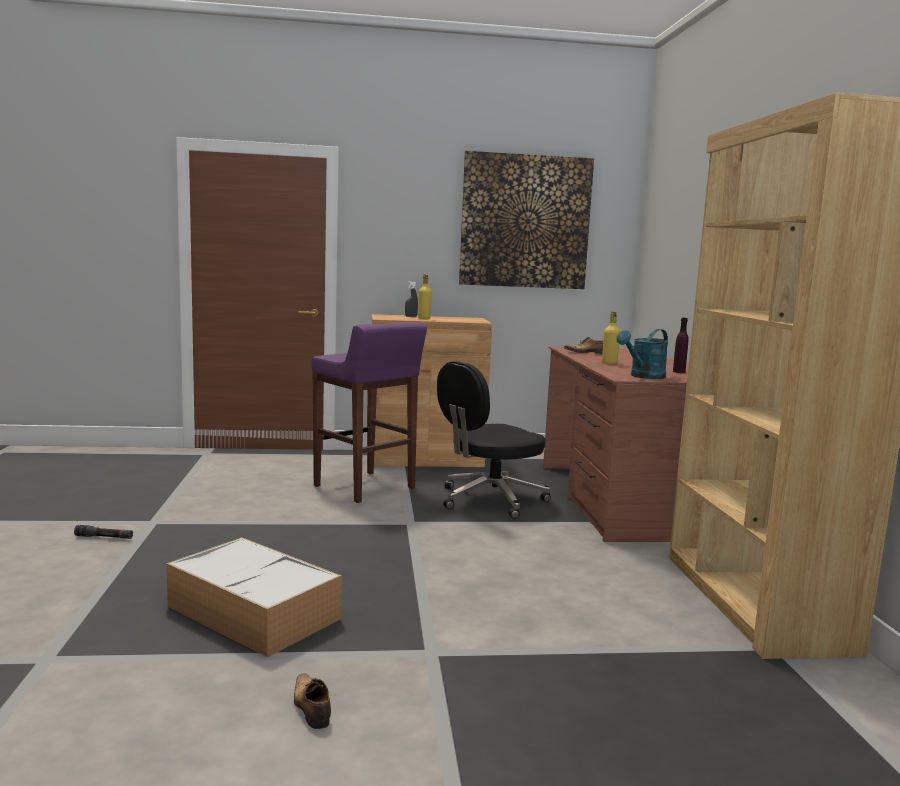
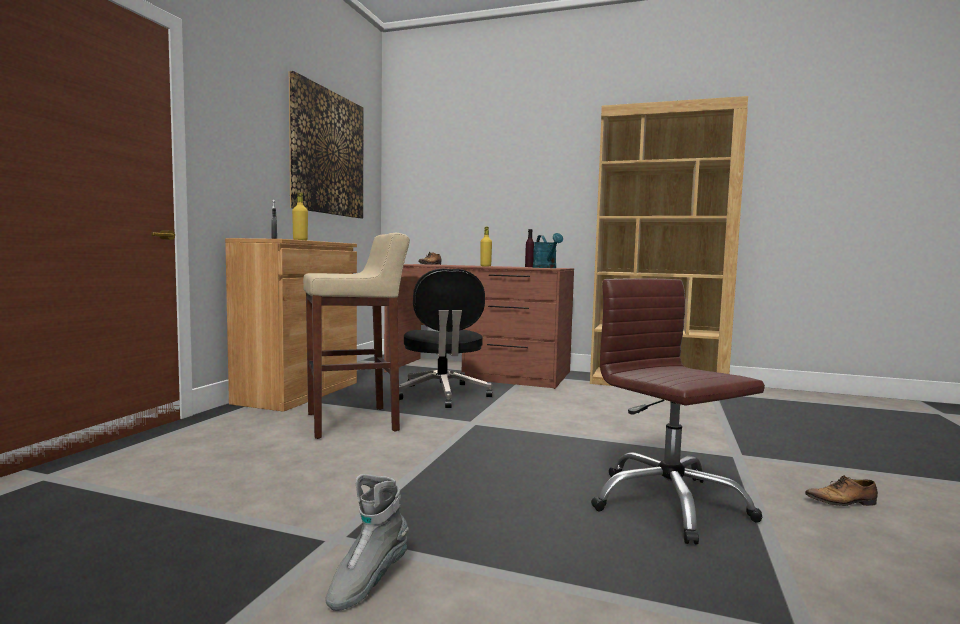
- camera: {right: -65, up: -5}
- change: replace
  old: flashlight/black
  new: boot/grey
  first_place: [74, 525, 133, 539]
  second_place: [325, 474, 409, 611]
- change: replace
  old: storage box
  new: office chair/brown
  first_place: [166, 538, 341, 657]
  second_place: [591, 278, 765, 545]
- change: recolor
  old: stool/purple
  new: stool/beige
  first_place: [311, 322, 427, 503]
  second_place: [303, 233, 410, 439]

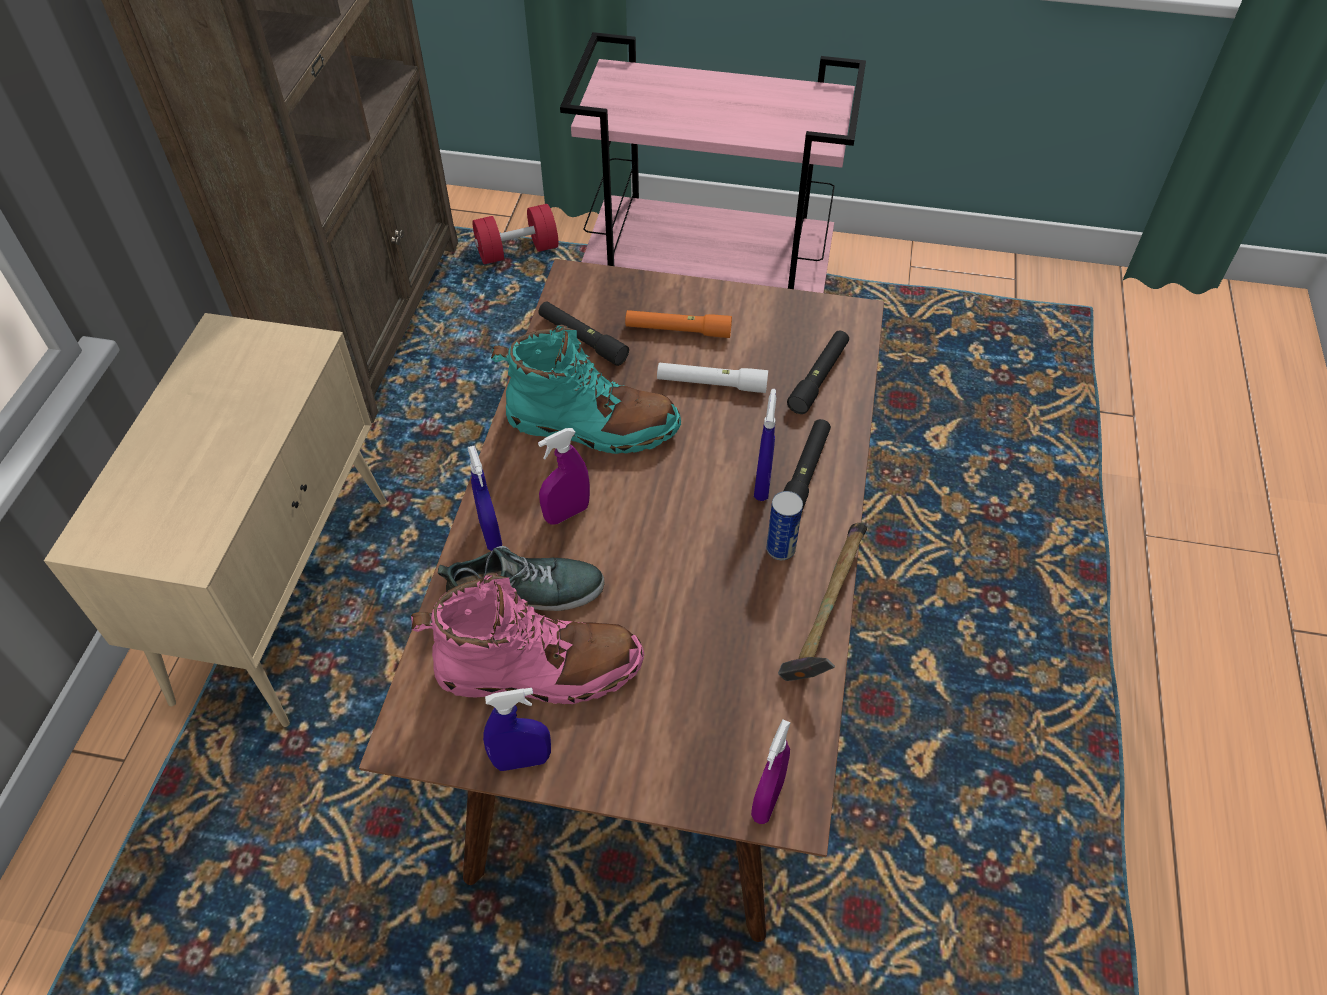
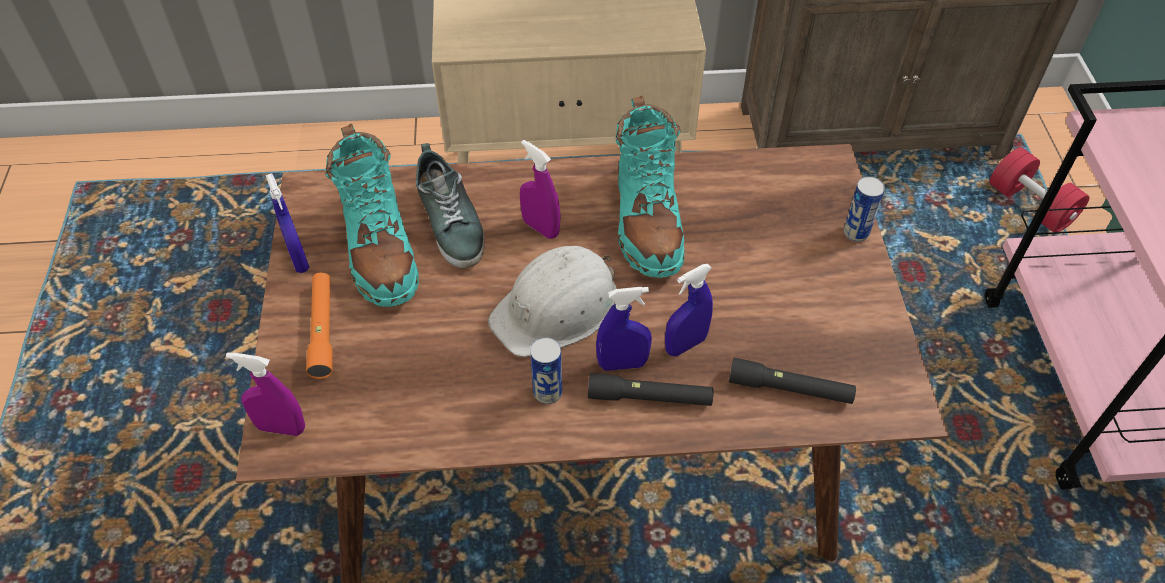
- camera: {right: 75, up: 0}
- change: delete
  old: flashlight/black
  first_place: [539, 301, 629, 366]
- change: delete
  old: flashlight/white
  first_place: [657, 363, 768, 393]
- change: delete
  old: hammer
  first_place: [778, 523, 867, 681]
- change: insert
  new: hard hat/white
  second_place: [488, 246, 617, 357]
- change: insert
  new: can
  second_place: [843, 176, 885, 242]
- change: move
  old: spray bottle/blue
  first_place: [468, 445, 502, 551]
  second_place: [665, 264, 713, 356]
- change: move
  old: flashlight/orange
  first_place: [625, 310, 732, 338]
  second_place: [306, 273, 333, 379]
- change: recolor
  old: boot/pink
  new: boot/turquoise
  first_place: [411, 573, 644, 704]
  second_place: [325, 124, 419, 307]

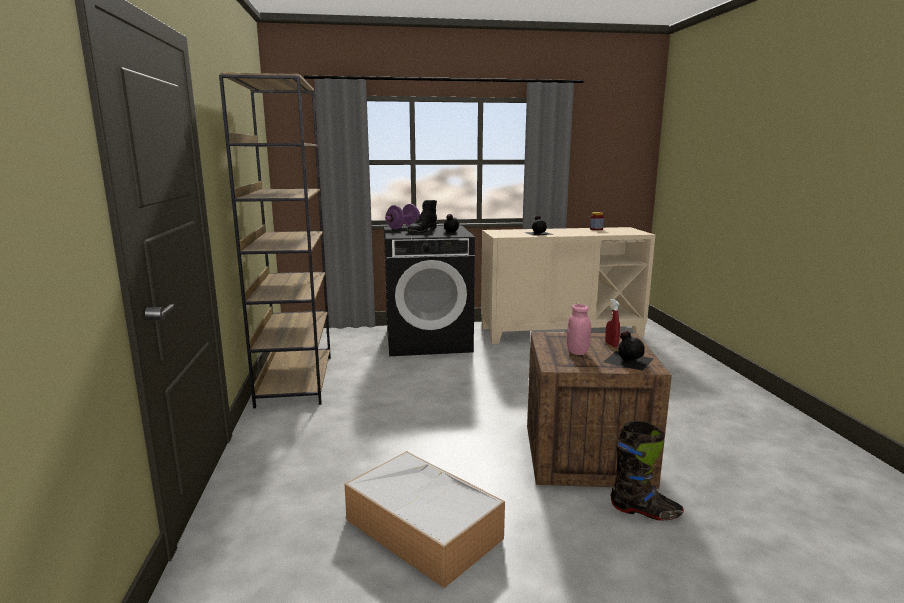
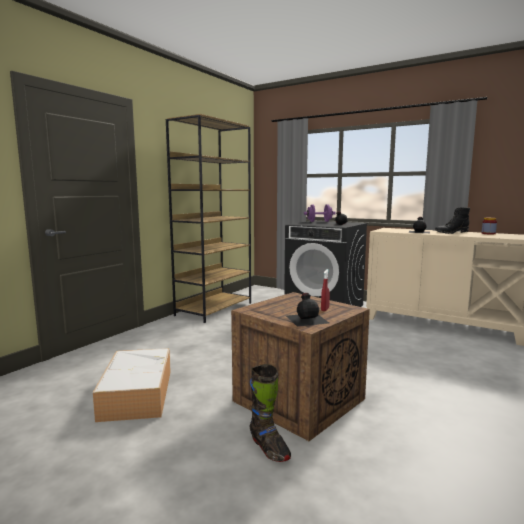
- camera: {right: 40, up: -5}
- change: delete
  old: jar/pink
  first_place: [567, 304, 591, 355]
- change: move
  old: boot/black
  first_place: [406, 200, 437, 233]
  second_place: [434, 207, 470, 234]

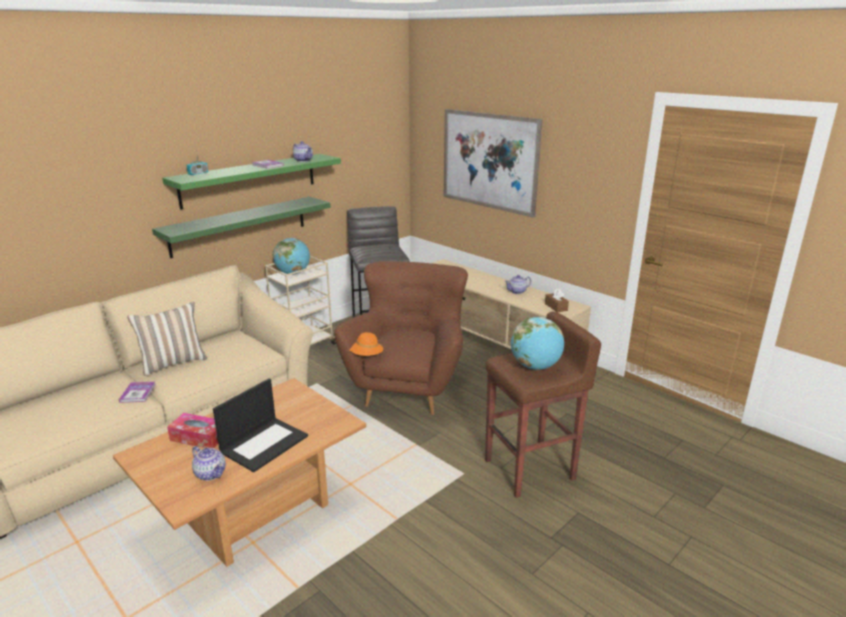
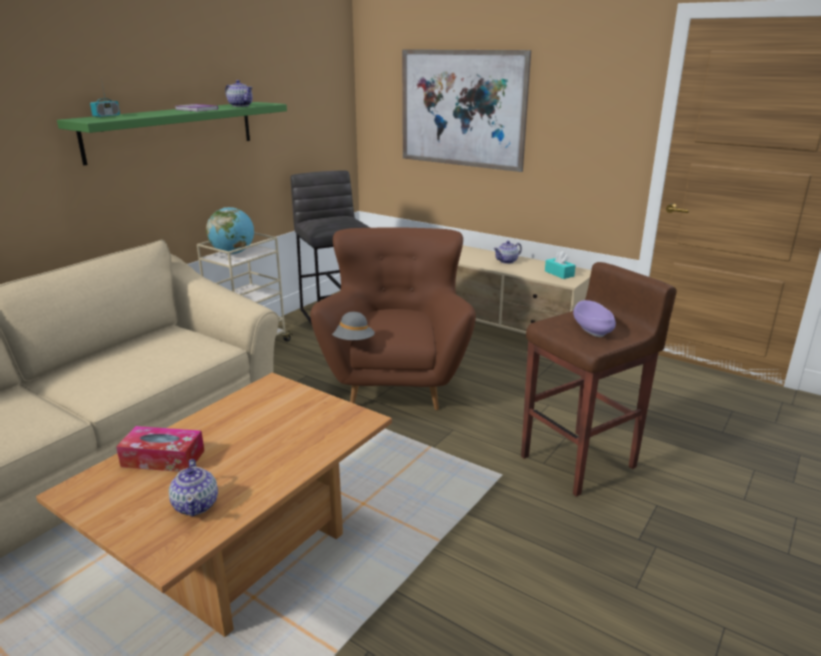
- camera: {right: -10, up: 0}
- change: delete
  old: book
  first_place: [119, 382, 156, 403]
- change: delete
  old: pillow
  first_place: [127, 301, 207, 376]
- change: delete
  old: shelf/green
  first_place: [152, 197, 331, 258]
- change: delete
  old: laptop
  first_place: [213, 379, 308, 472]
- change: replace
  old: globe
  new: bowl/purple
  first_place: [511, 317, 564, 370]
  second_place: [573, 300, 616, 337]
- change: recolor
  old: hat/orange
  new: hat/grey
  first_place: [349, 332, 383, 356]
  second_place: [332, 312, 375, 340]
- change: recolor
  old: tissue box/brown
  new: tissue box/turquoise
  first_place: [545, 288, 569, 312]
  second_place: [545, 251, 576, 279]
- change: rotate
  old: teapot
  first_place: [192, 446, 226, 481]
  second_place: [169, 459, 218, 517]
  degrees: 45

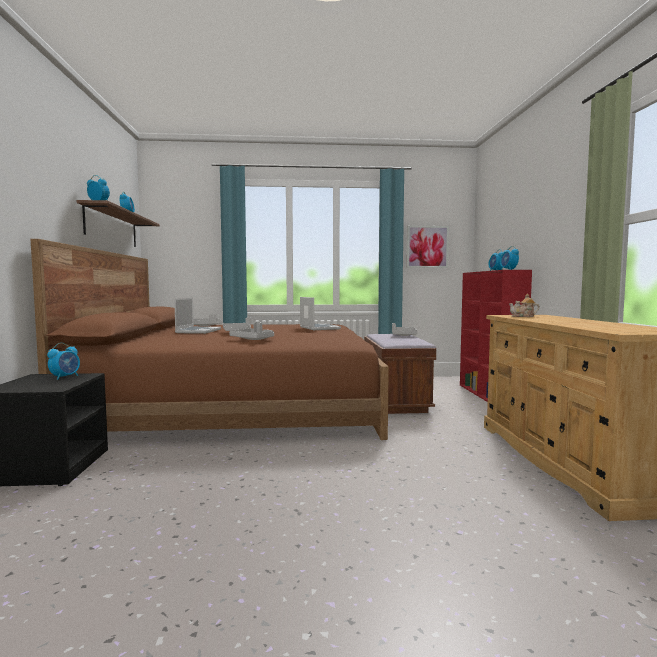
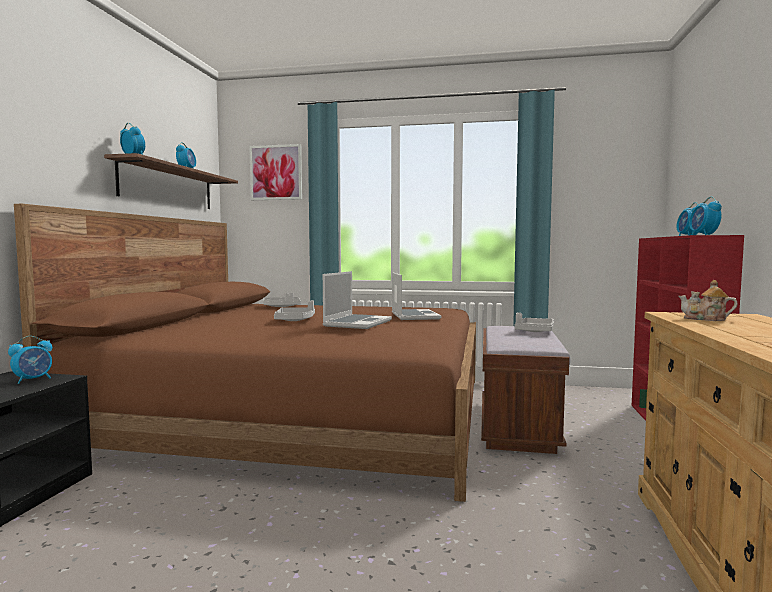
- camera: {right: 15, up: 0}
- change: delete
  old: tray/grey
  first_place: [229, 322, 274, 340]
- change: move
  old: laptop
  first_place: [174, 298, 221, 334]
  second_place: [323, 271, 392, 329]
- change: move
  old: picture
  first_place: [407, 226, 449, 268]
  second_place: [249, 144, 302, 200]

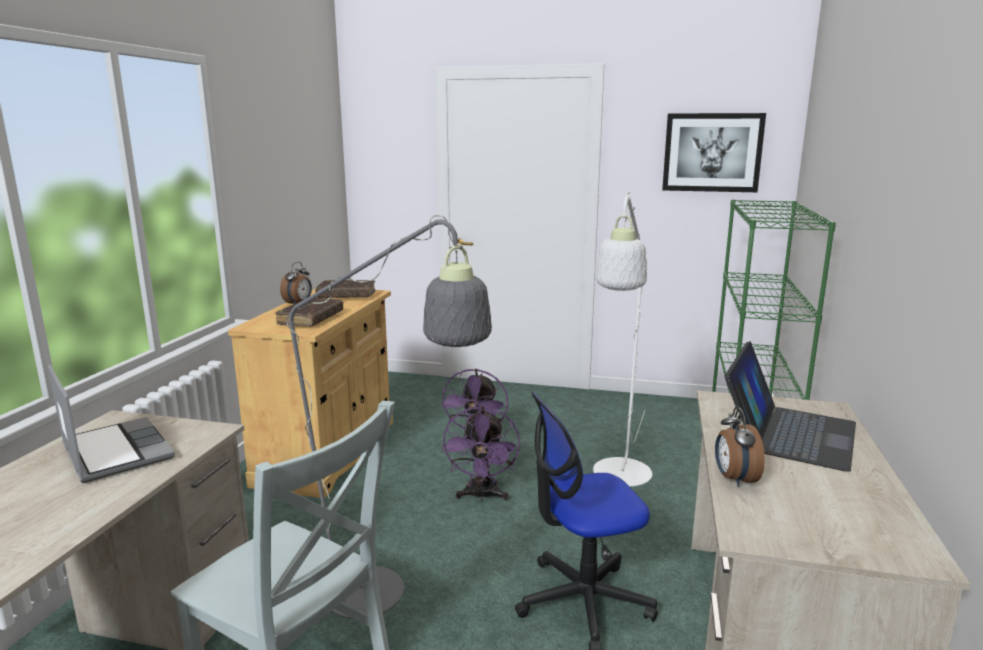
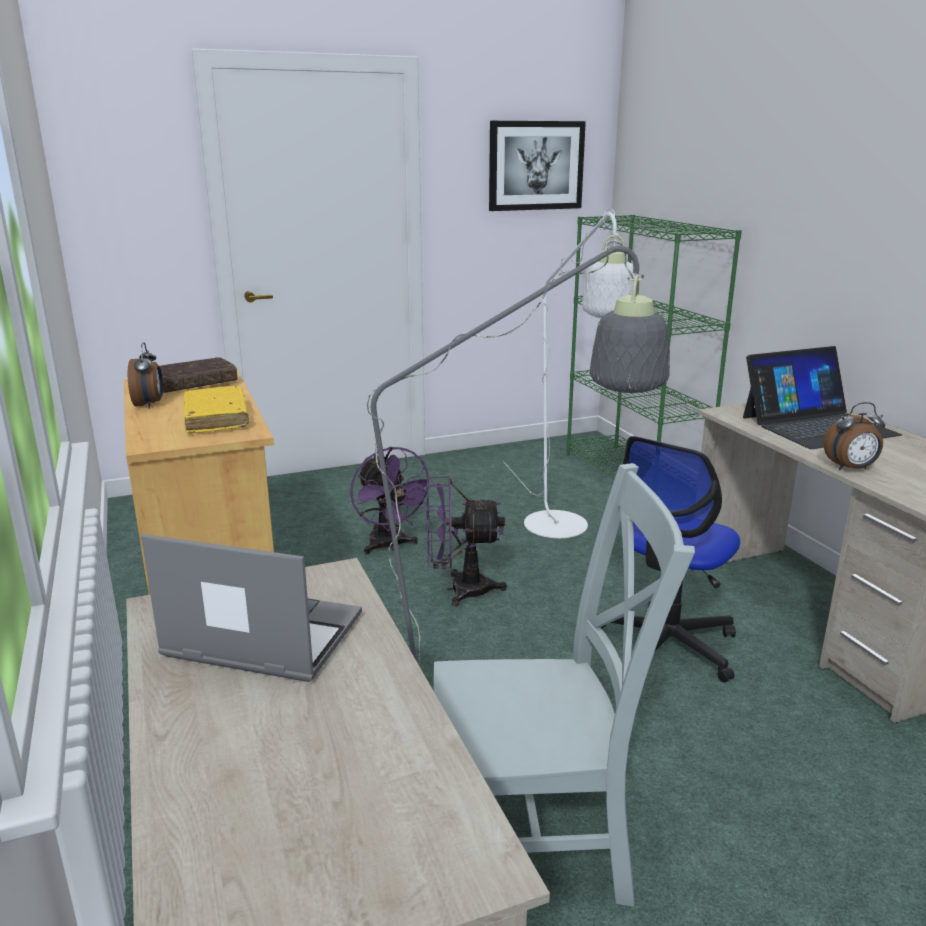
- camera: {right: -35, up: 5}
- change: recolor
  old: book/brown
  new: book/yellow
  first_place: [275, 298, 343, 327]
  second_place: [184, 386, 249, 434]
- change: rotate
  old: fan/purple
  first_place: [442, 406, 520, 501]
  second_place: [426, 476, 507, 606]
  degrees: 120
- change: rotate
  old: alarm clock
  first_place: [715, 407, 765, 487]
  second_place: [824, 402, 885, 470]
  degrees: -60
- change: rotate
  old: laptop
  first_place: [725, 341, 856, 471]
  second_place: [743, 346, 902, 449]
  degrees: 75

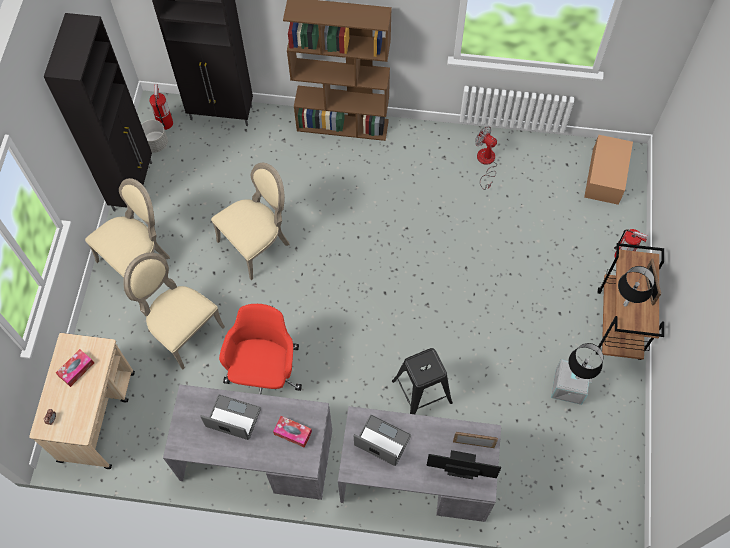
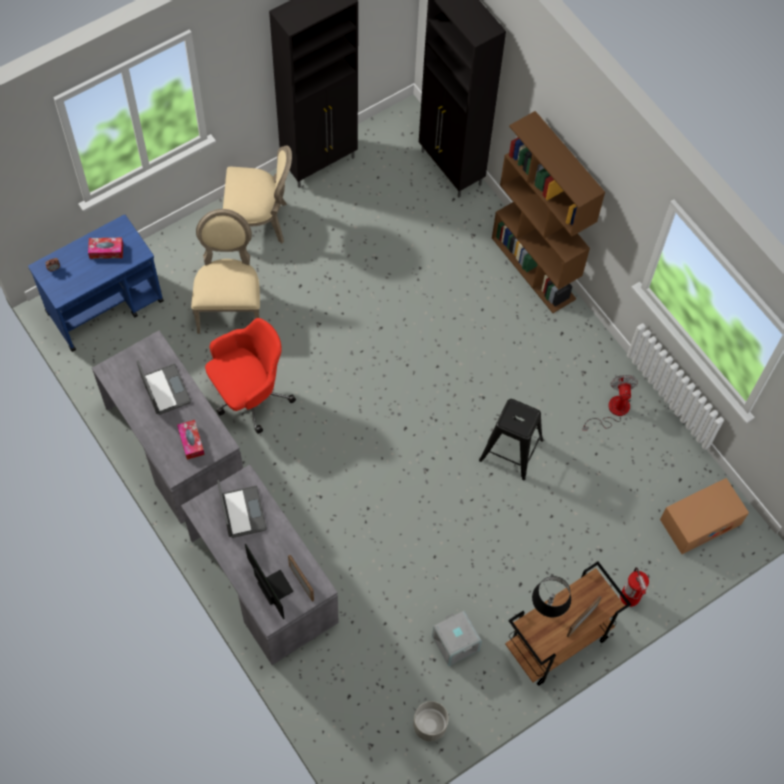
- camera: {right: 45, up: 0}
- change: delete
  old: fire extinguisher
  first_place: [149, 85, 173, 130]
- change: delete
  old: chair/beige
  first_place: [211, 163, 290, 280]
- change: delete
  old: table lamp/black
  first_place: [568, 343, 603, 379]
- change: move
  old: planter/grey
  first_place: [141, 120, 168, 153]
  second_place: [413, 701, 449, 741]
- change: move
  old: stool/black
  first_place: [392, 348, 453, 414]
  second_place: [479, 399, 544, 481]
- change: recolor
  old: cart/beige
  new: cart/blue
  first_place: [29, 333, 135, 469]
  second_place: [28, 215, 164, 352]

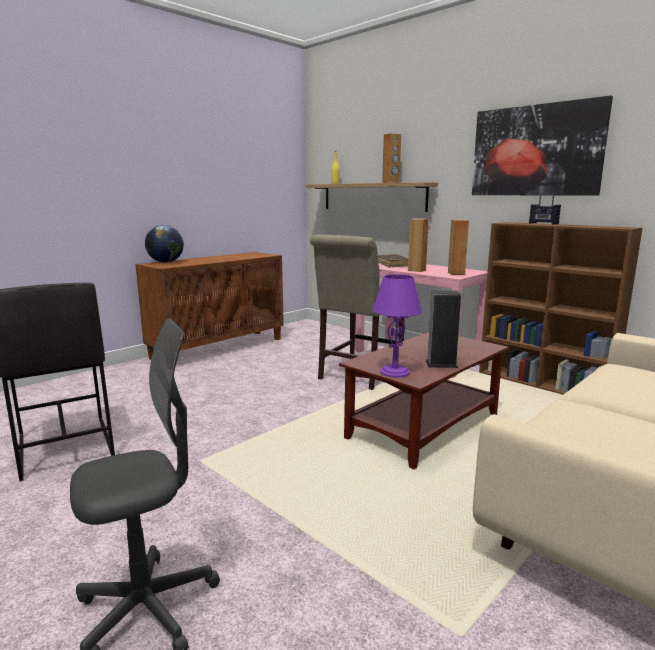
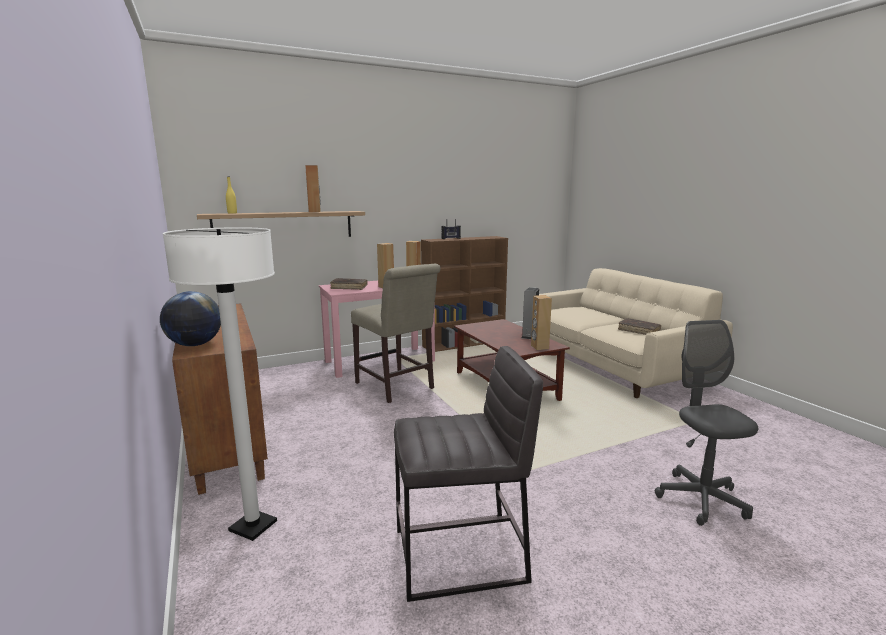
- camera: {right: -70, up: 0}
- change: delete
  old: picture
  first_place: [472, 96, 613, 196]
- change: insert
  new: floor lamp/white
  second_place: [162, 227, 277, 541]
- change: insert
  new: book/brown
  second_place: [618, 318, 661, 335]
- change: replace
  old: table lamp/purple
  new: speaker/brown
  first_place: [373, 274, 422, 378]
  second_place: [531, 295, 552, 350]

